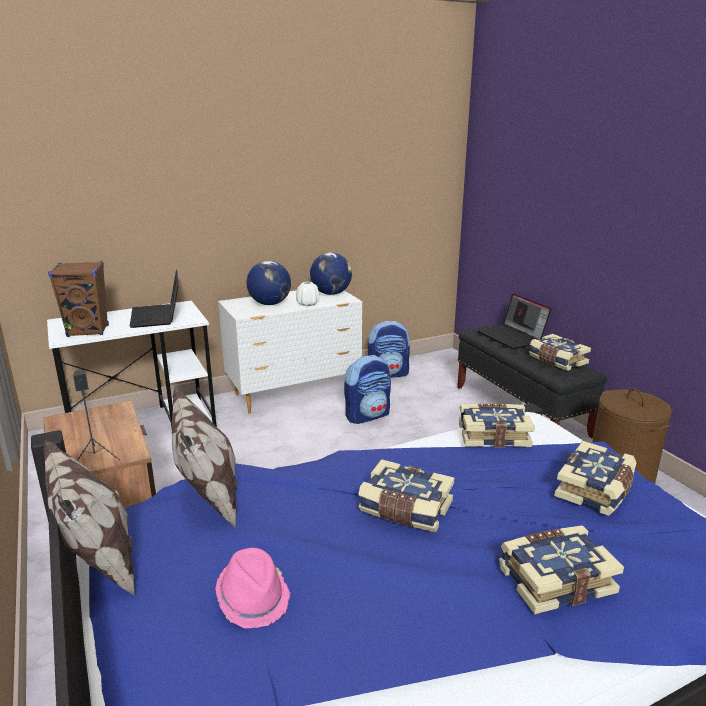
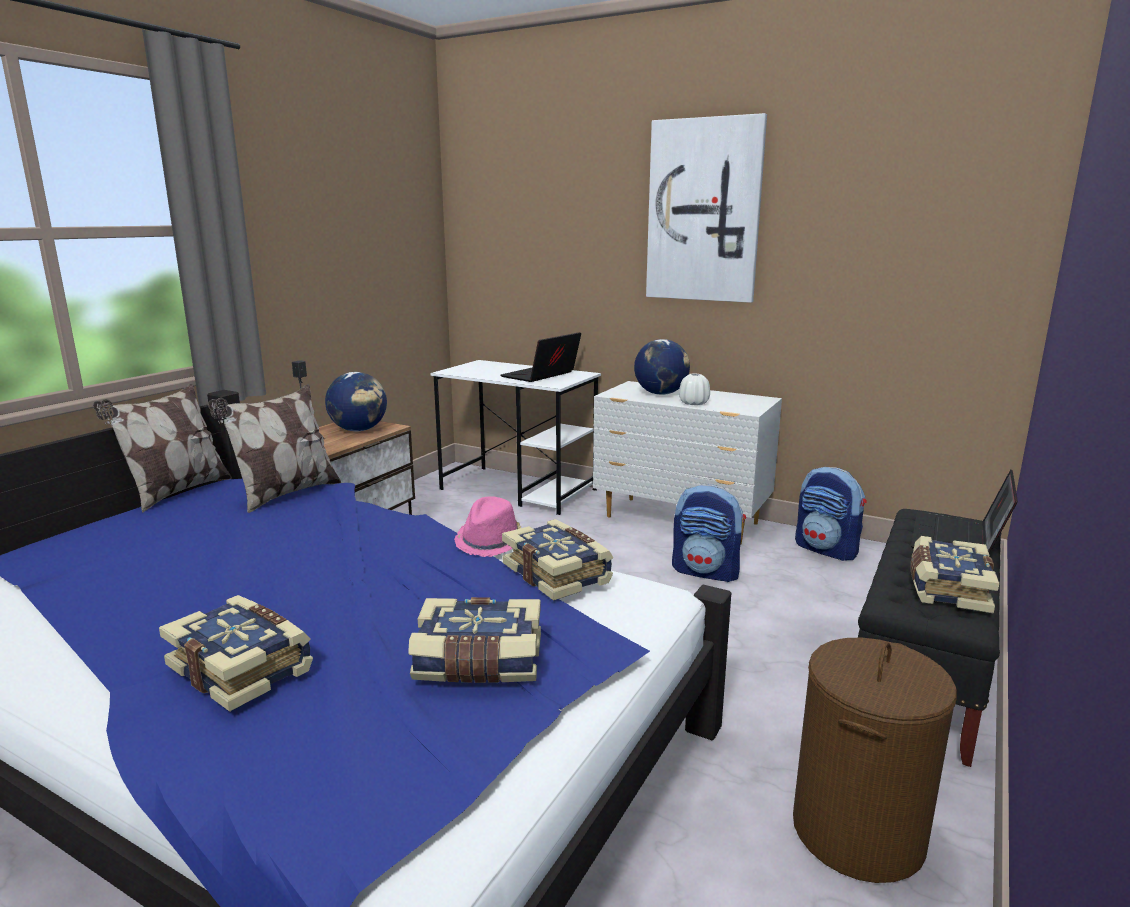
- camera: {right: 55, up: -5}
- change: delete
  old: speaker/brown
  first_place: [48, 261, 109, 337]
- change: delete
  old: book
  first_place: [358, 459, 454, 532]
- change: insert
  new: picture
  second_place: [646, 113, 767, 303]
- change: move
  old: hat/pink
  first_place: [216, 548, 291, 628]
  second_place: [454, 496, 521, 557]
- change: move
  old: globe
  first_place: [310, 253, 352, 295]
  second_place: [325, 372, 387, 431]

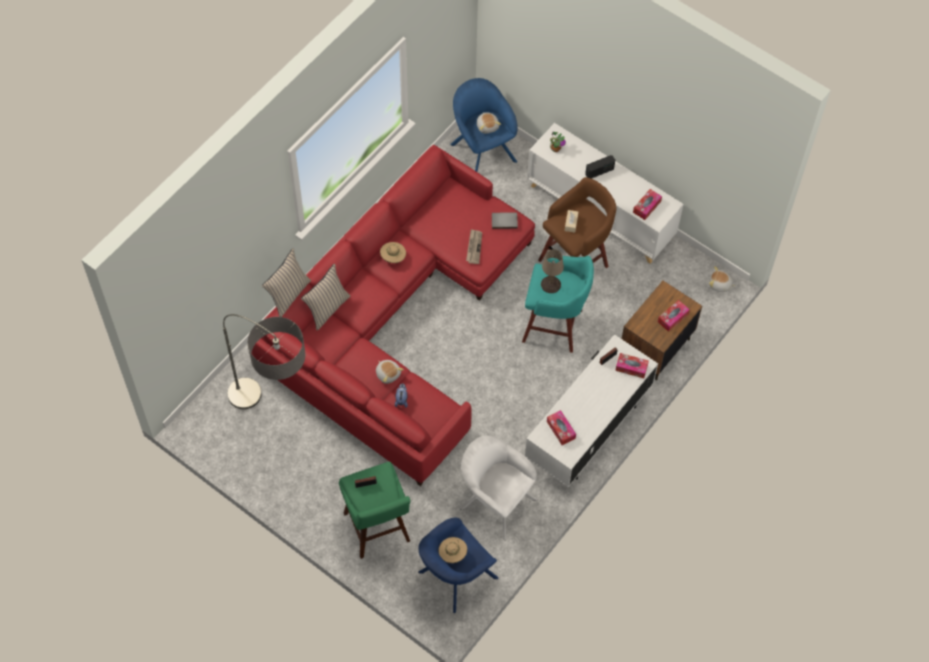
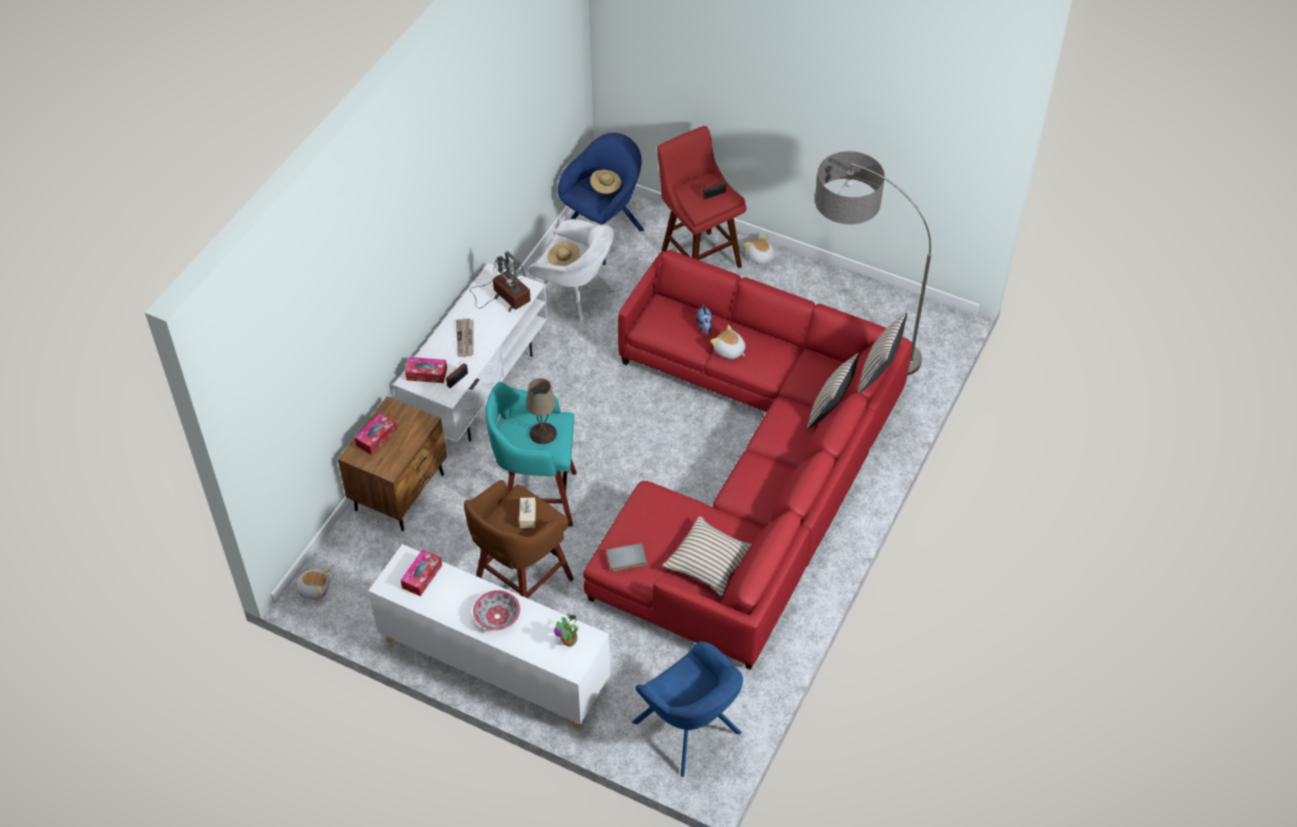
- camera: {right: 170, up: -10}
- change: insert
  new: pillow/beige
  second_place: [662, 516, 751, 597]
- change: move
  old: hat/beige
  first_place: [380, 242, 406, 263]
  second_place: [548, 242, 580, 266]
- change: move
  old: newspaper
  first_place: [466, 229, 482, 264]
  second_place: [456, 318, 474, 357]
- change: move
  old: plush toy
  first_place: [477, 112, 501, 134]
  second_place: [744, 234, 775, 265]
- change: replace
  old: tissue box
  new: table lamp
  first_place: [547, 410, 576, 445]
  second_place: [470, 251, 531, 312]
- change: replace
  old: radio
  new: bowl
  first_place: [585, 155, 615, 179]
  second_place: [473, 590, 520, 630]
- change: recolor
  old: stool/green
  new: stool/red
  first_place: [339, 462, 410, 559]
  second_place: [657, 126, 747, 268]

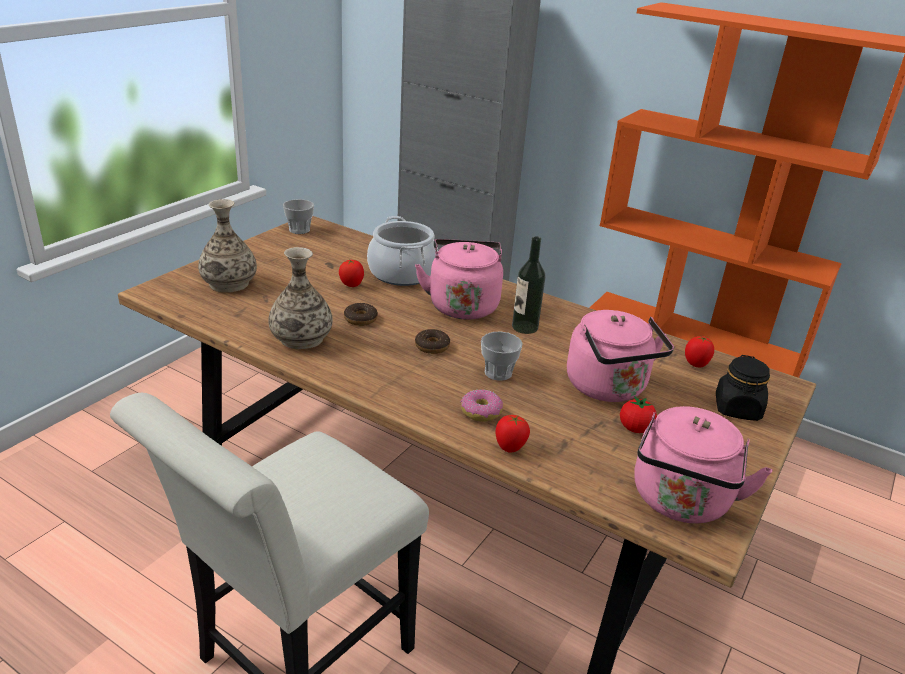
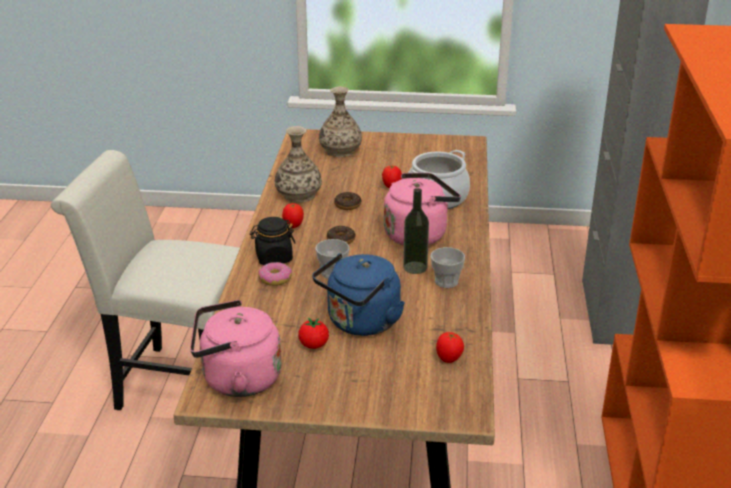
- camera: {right: 65, up: 0}
- change: move
  old: cup
  first_place: [283, 199, 314, 234]
  second_place: [431, 247, 465, 288]
- change: move
  old: tomato
  first_place: [495, 415, 530, 453]
  second_place: [282, 203, 304, 228]
- change: move
  old: jar/black
  first_place: [716, 355, 770, 421]
  second_place: [250, 217, 295, 265]
- change: recolor
  old: kettle/pink
  new: kettle/blue
  first_place: [567, 310, 674, 402]
  second_place: [312, 253, 405, 336]

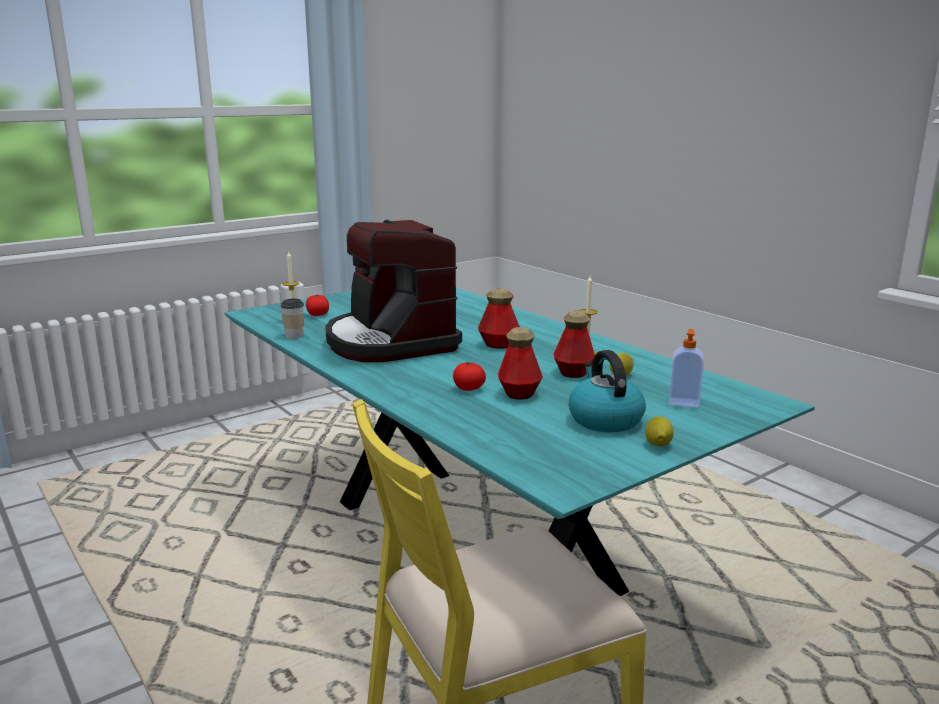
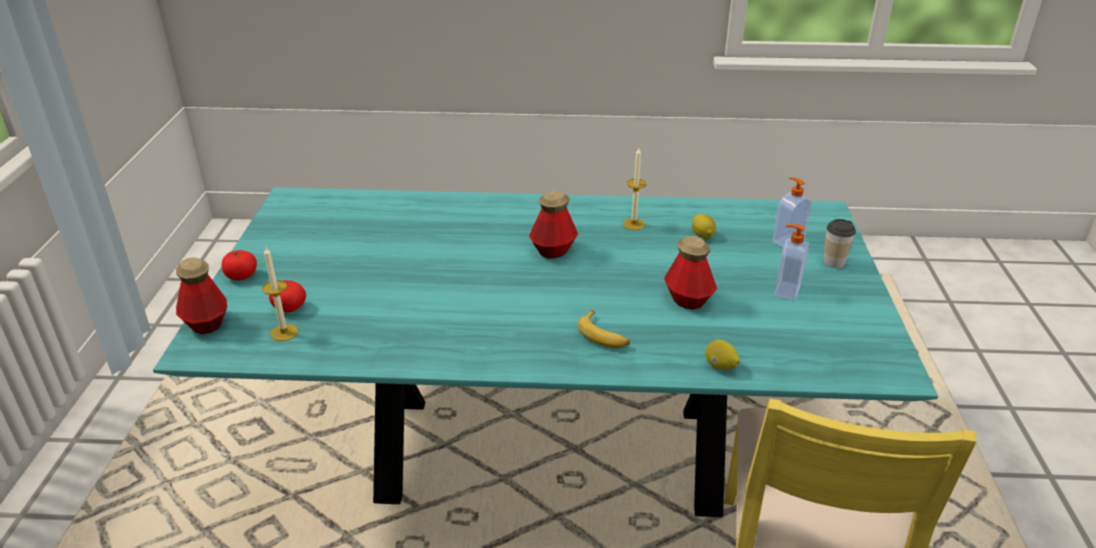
- camera: {right: -50, up: 15}
- change: delete
  old: coffee machine
  first_place: [325, 220, 462, 362]
- change: insert
  new: banana
  second_place: [578, 310, 630, 348]
- change: move
  old: cup
  first_place: [280, 298, 304, 339]
  second_place: [823, 219, 856, 268]
- change: move
  old: tomato
  first_place: [453, 362, 486, 391]
  second_place: [222, 250, 257, 281]
- change: move
  old: bottle
  first_place: [554, 311, 595, 378]
  second_place: [176, 257, 227, 334]
- change: move
  old: lemon
  first_place: [645, 416, 674, 446]
  second_place: [705, 340, 740, 370]
- change: replace
  old: kettle
  new: soap dispenser
  first_place: [569, 350, 646, 432]
  second_place: [775, 224, 809, 301]

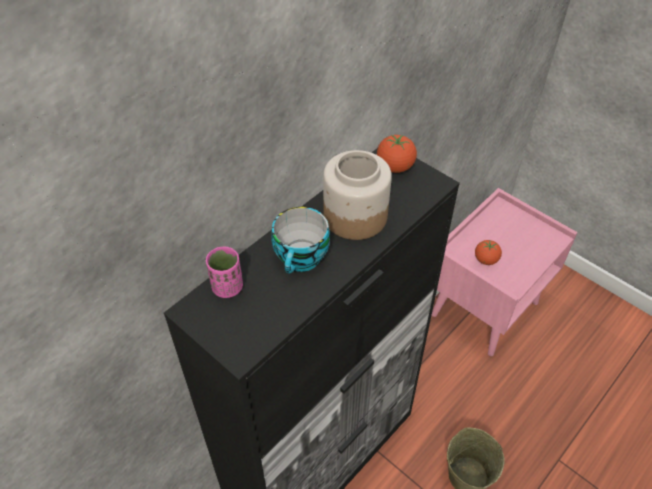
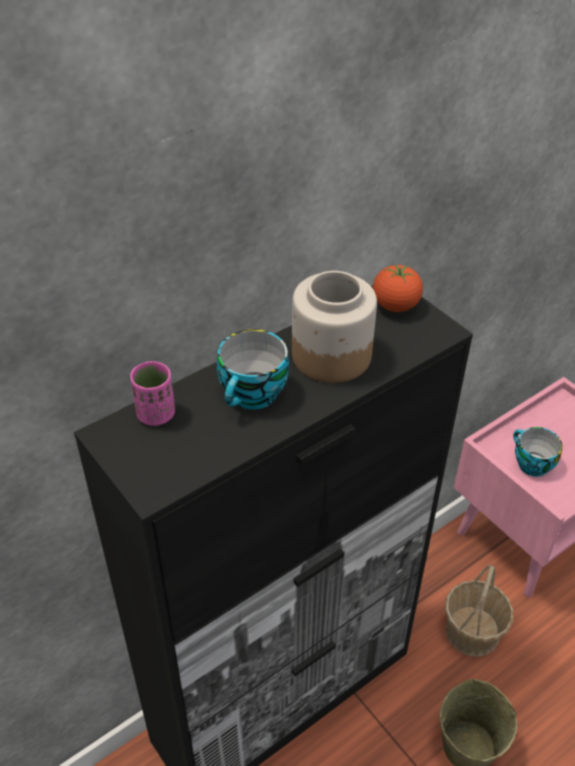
- camera: {right: 10, up: -5}
- change: insert
  new: basket
  second_place: [445, 564, 514, 657]
- change: replace
  old: tomato
  new: cup
  first_place: [475, 240, 502, 265]
  second_place: [513, 427, 563, 477]

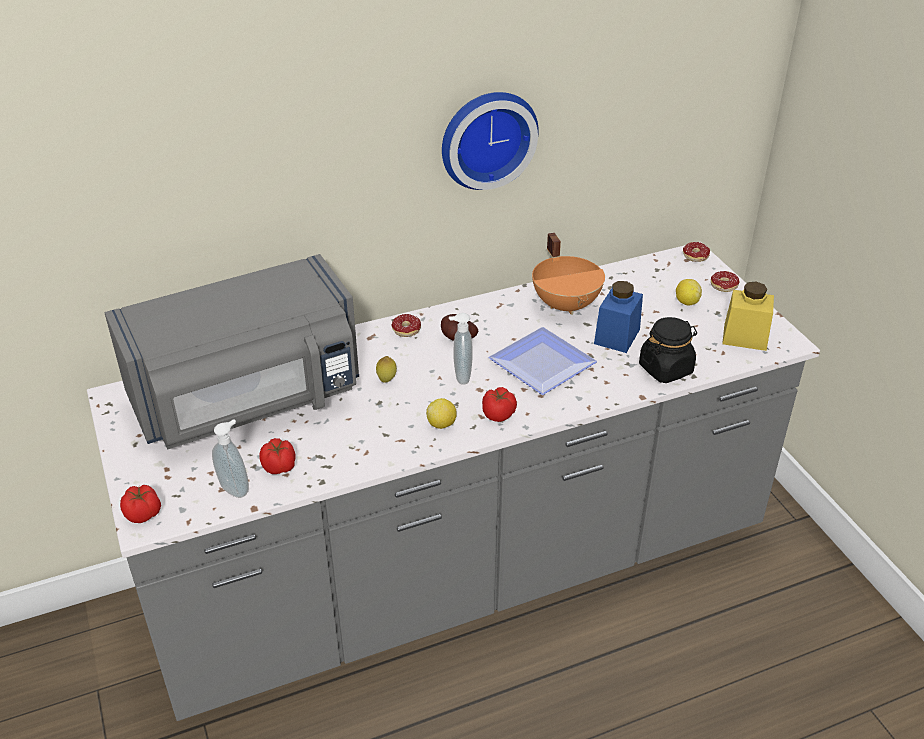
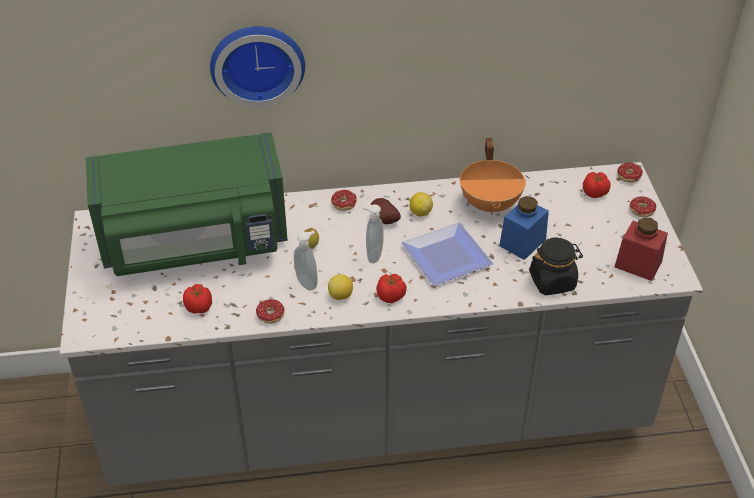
- camera: {right: 15, up: 5}
- change: insert
  new: donut
  second_place: [256, 299, 285, 324]
- change: move
  old: tomato
  first_place: [120, 485, 161, 523]
  second_place: [583, 172, 611, 198]
- change: move
  old: soap dispenser
  first_place: [212, 419, 249, 498]
  second_place: [294, 230, 318, 291]
- change: move
  old: wall clock
  first_place: [442, 92, 539, 190]
  second_place: [210, 26, 305, 107]
- change: move
  old: lemon
  first_place: [676, 279, 702, 305]
  second_place: [410, 192, 433, 216]
- change: recolor
  old: microwave/grey
  new: microwave/green
  first_place: [105, 254, 359, 450]
  second_place: [86, 132, 288, 276]
- change: recolor
  old: jar/yellow
  new: jar/red
  first_place: [722, 282, 774, 351]
  second_place: [615, 217, 668, 281]

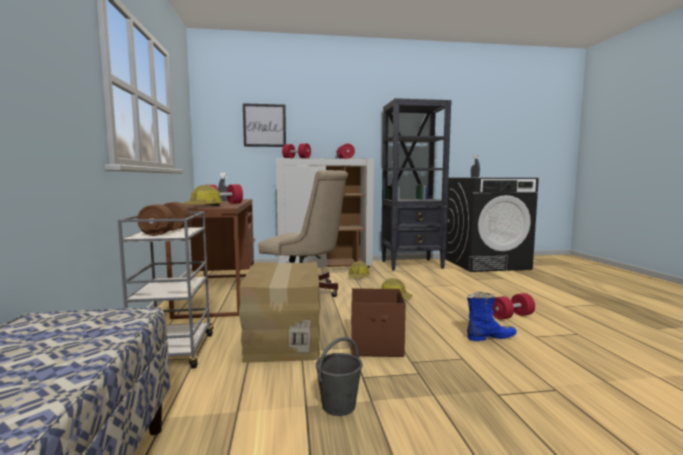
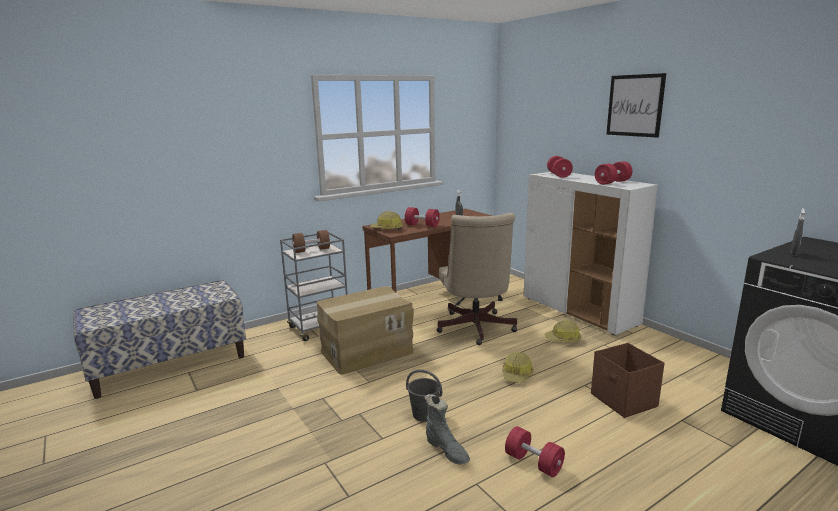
- camera: {right: 65, up: 10}
- change: delete
  old: bookcase/black
  first_place: [381, 98, 452, 270]
- change: move
  old: picture
  first_place: [243, 103, 286, 147]
  second_place: [606, 73, 666, 138]
- change: move
  old: bucket/grey
  first_place: [316, 337, 362, 416]
  second_place: [406, 370, 442, 422]
- change: move
  old: storage box/brown
  first_place: [351, 288, 406, 357]
  second_place: [591, 343, 665, 418]
- change: recolor
  old: boot/blue
  new: boot/grey
  first_place: [467, 292, 517, 341]
  second_place: [425, 394, 470, 464]

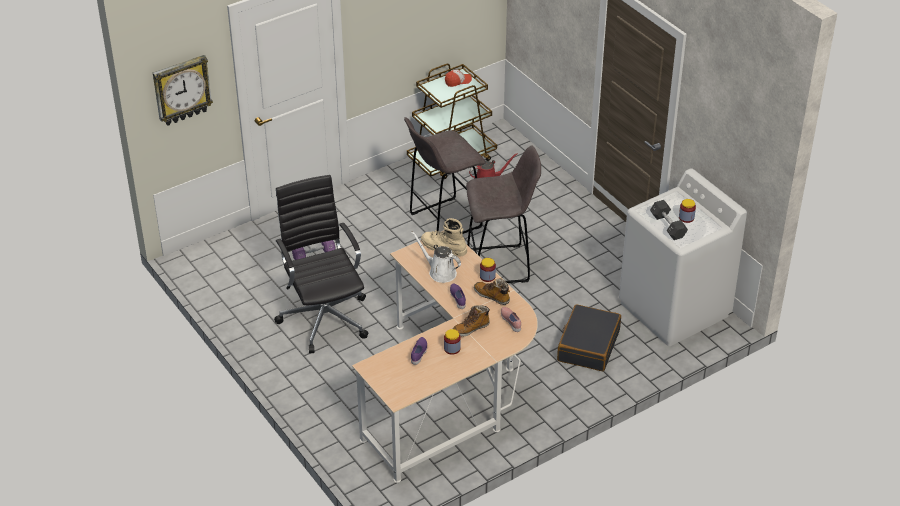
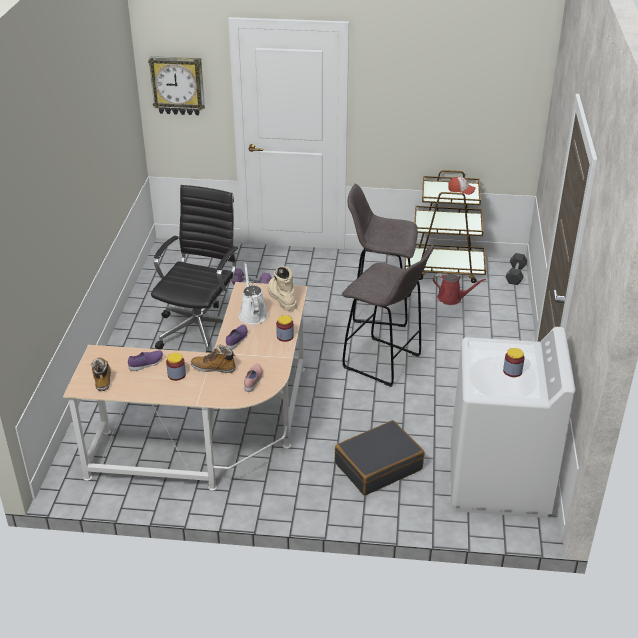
- camera: {right: 40, up: -5}
- change: move
  old: boot
  first_place: [474, 278, 510, 305]
  second_place: [91, 358, 111, 391]
- change: move
  old: dumbbell/black
  first_place: [650, 200, 688, 240]
  second_place: [506, 253, 527, 285]

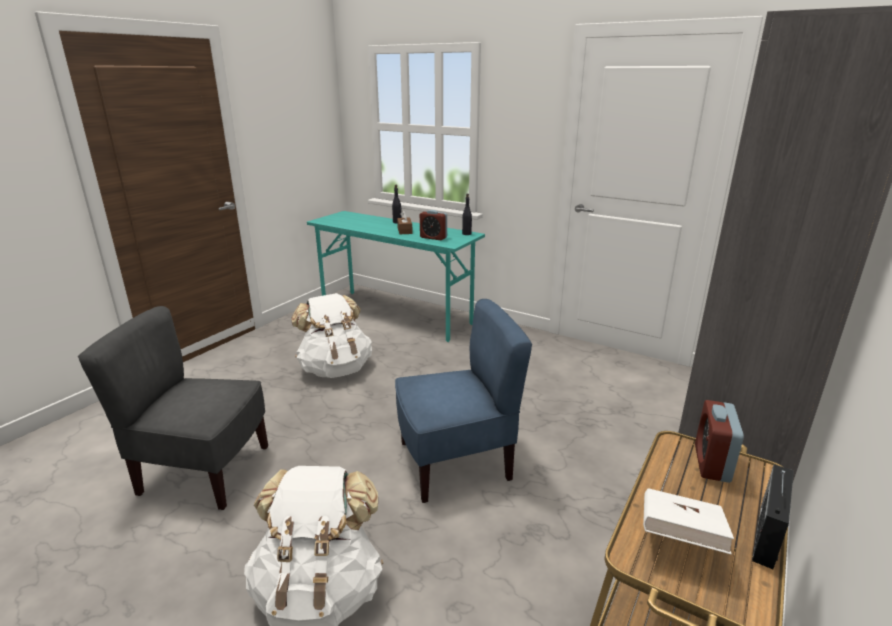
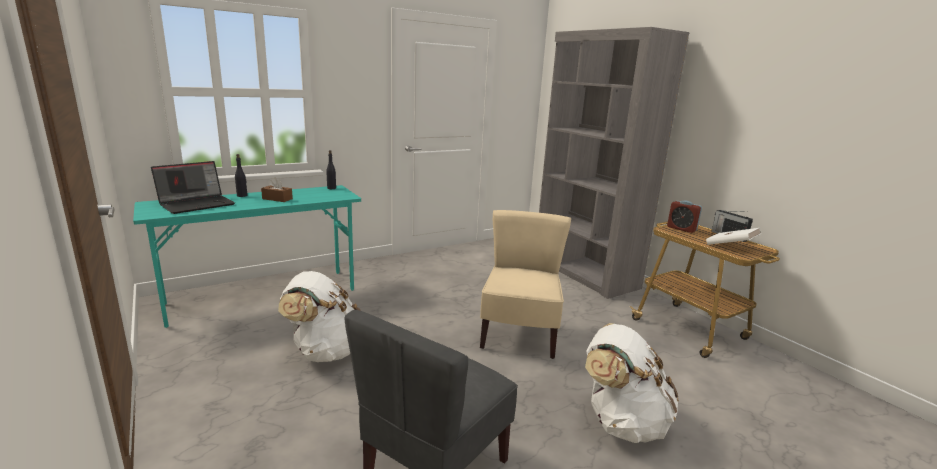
- camera: {right: -65, up: -5}
- change: delete
  old: alarm clock
  first_place: [420, 210, 447, 240]
- change: insert
  new: laptop
  second_place: [151, 161, 235, 214]
- change: recolor
  old: chair/blue
  new: chair/beige
  first_place: [395, 299, 532, 503]
  second_place: [480, 210, 571, 359]

